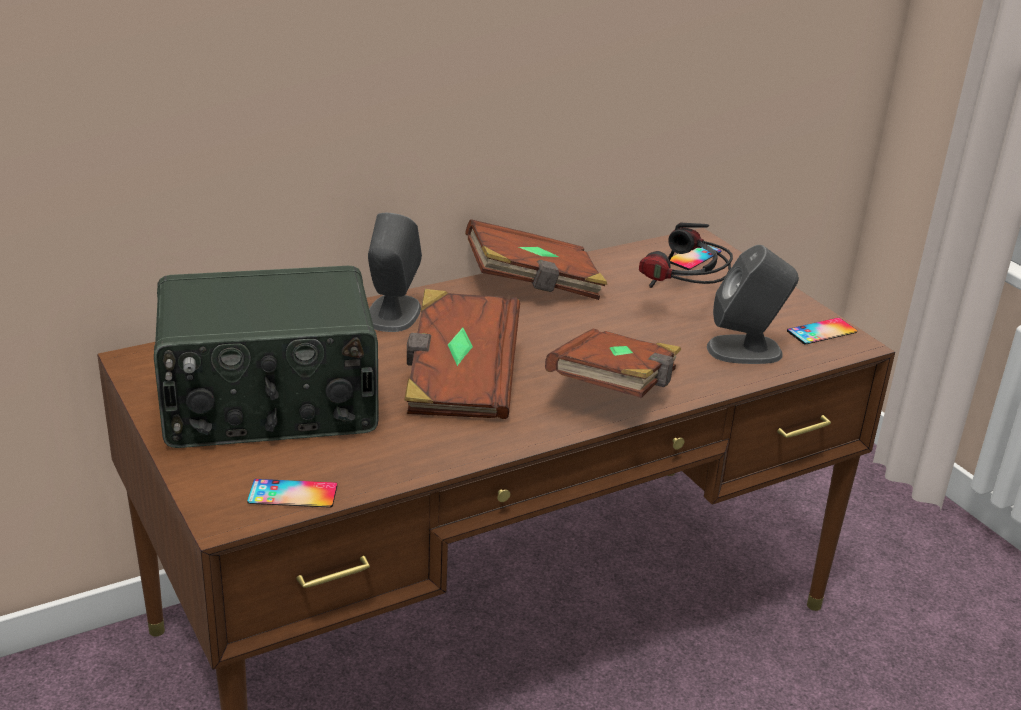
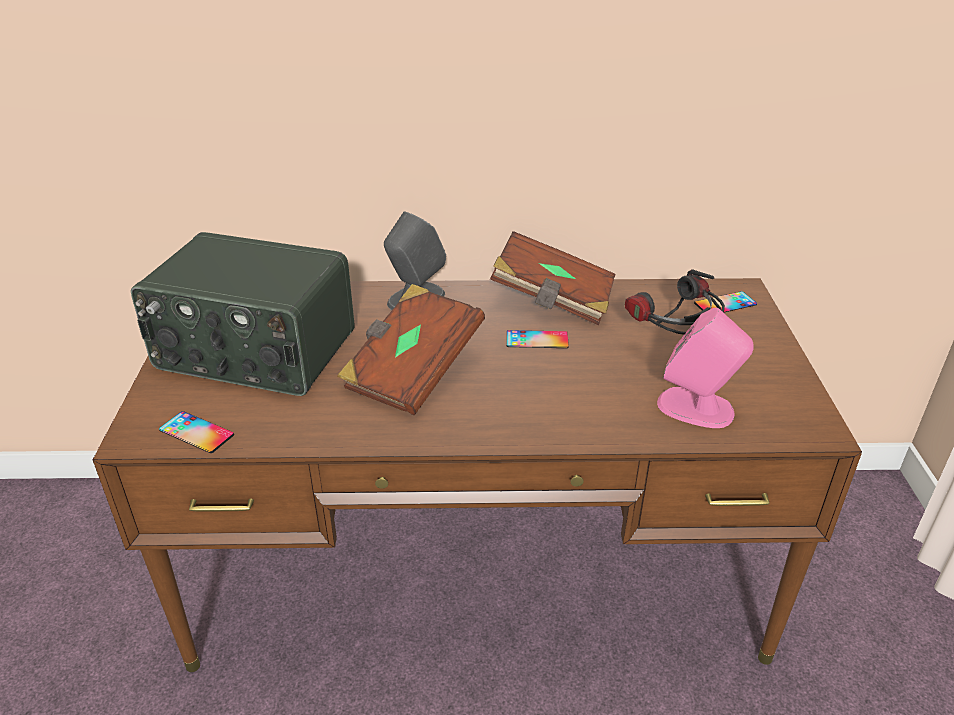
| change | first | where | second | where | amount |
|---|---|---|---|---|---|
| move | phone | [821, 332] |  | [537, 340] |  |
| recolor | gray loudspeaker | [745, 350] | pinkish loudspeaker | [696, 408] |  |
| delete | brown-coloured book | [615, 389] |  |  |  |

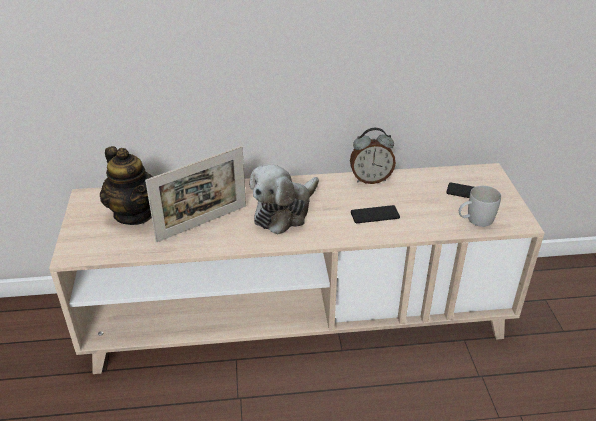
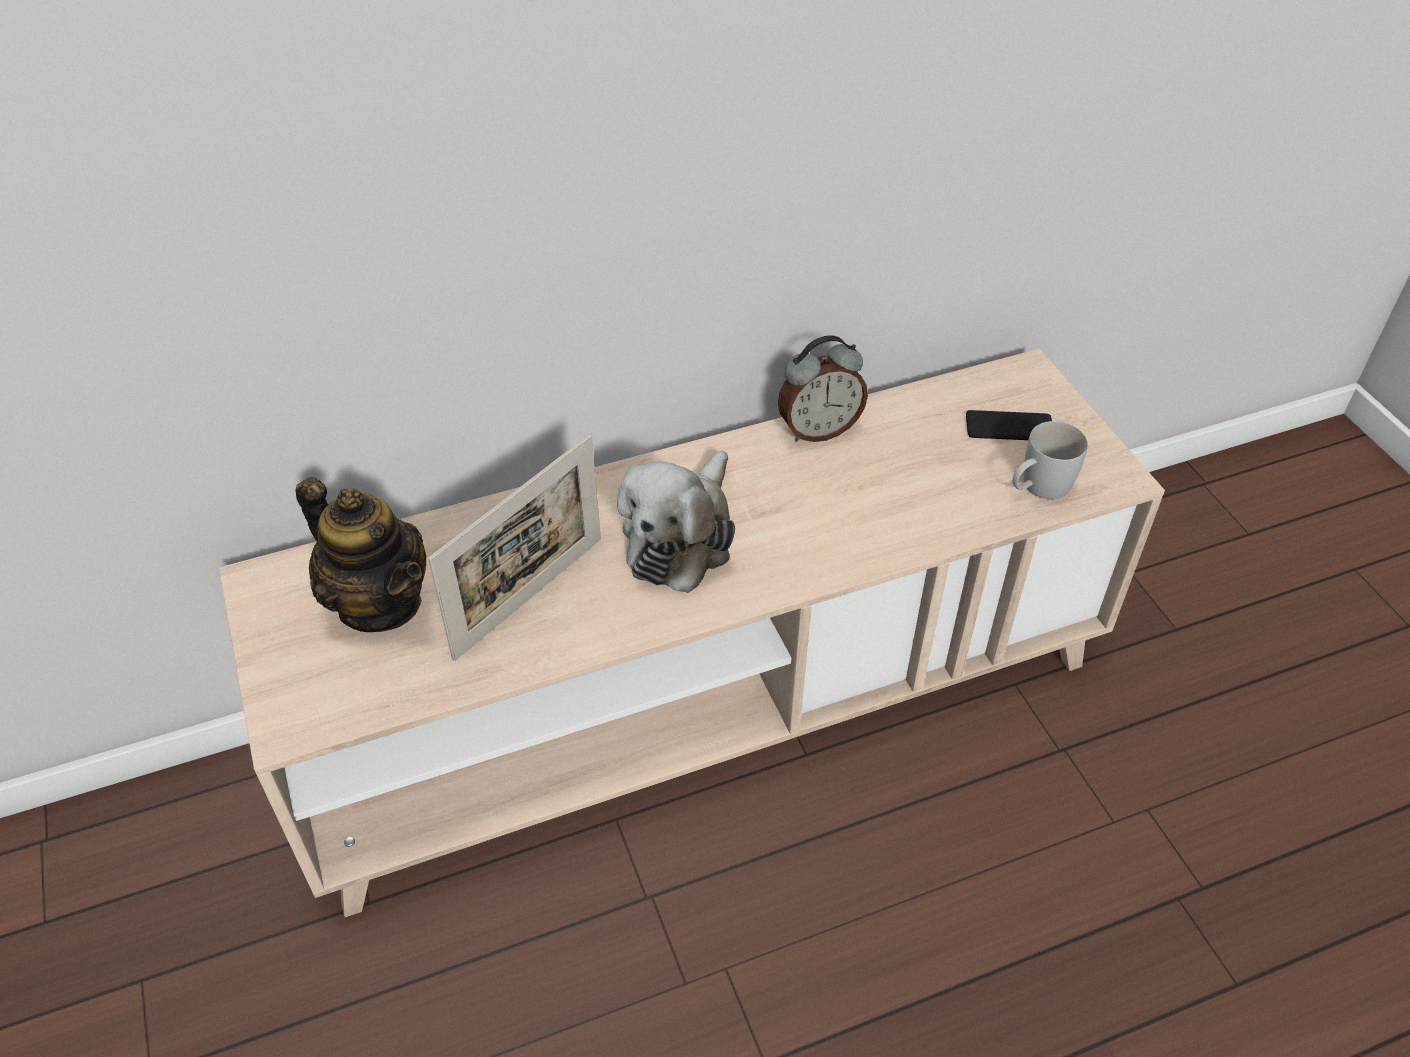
| change | first | where | second | where | amount |
|---|---|---|---|---|---|
| delete | phone | [375, 215] |  |  |  |

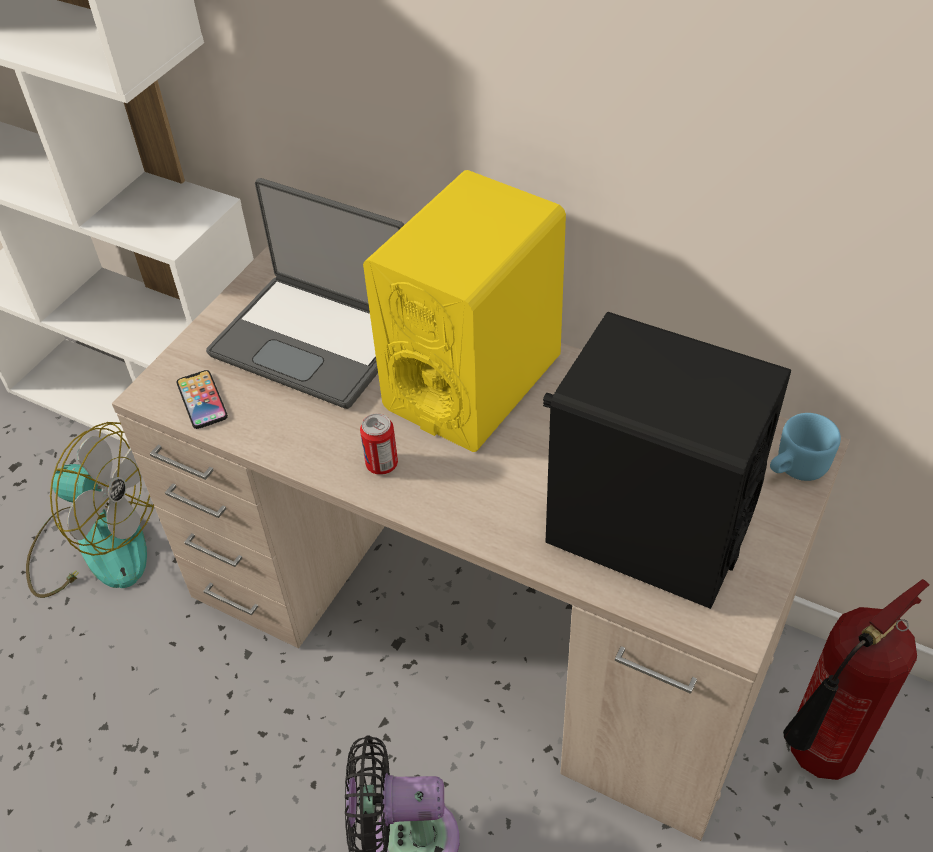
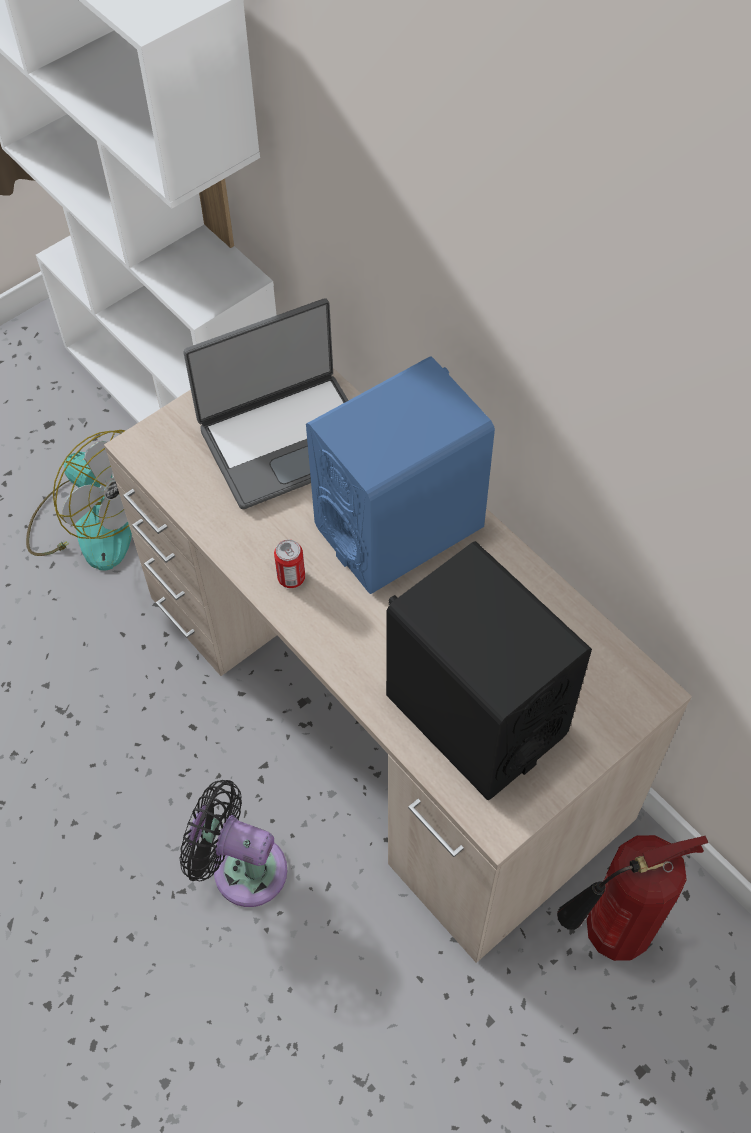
| change | first | where | second | where | amount |
|---|---|---|---|---|---|
| rotate | notebook computer | [314, 340] |  | [287, 439] | 75 degrees counterclockwise |
| recolor | yellow loudspeaker | [473, 382] | blue loudspeaker | [399, 527] |  |
| delete | phone | [202, 400] |  |  |  |
| delete | blue tea mug | [794, 468] |  |  |  |

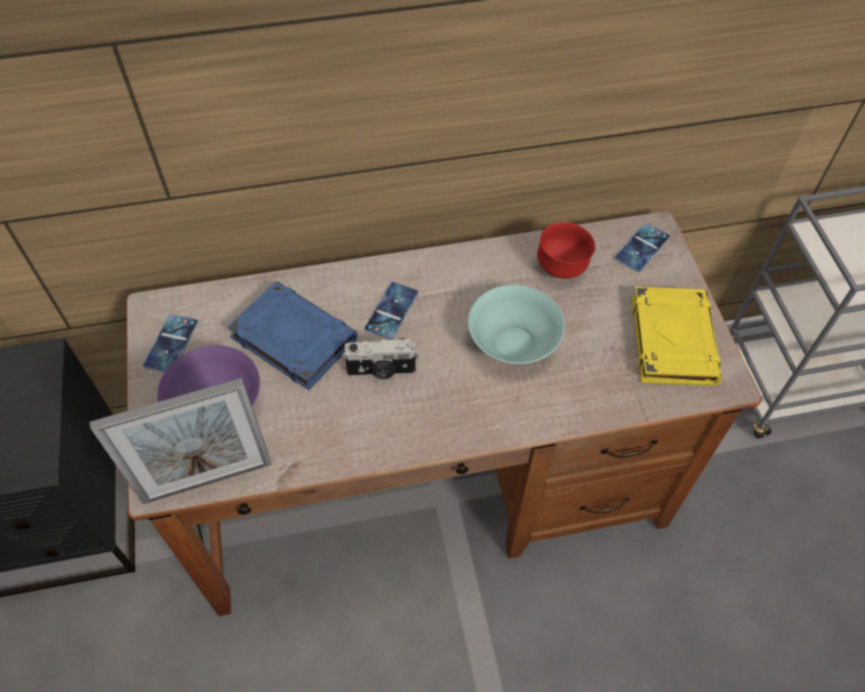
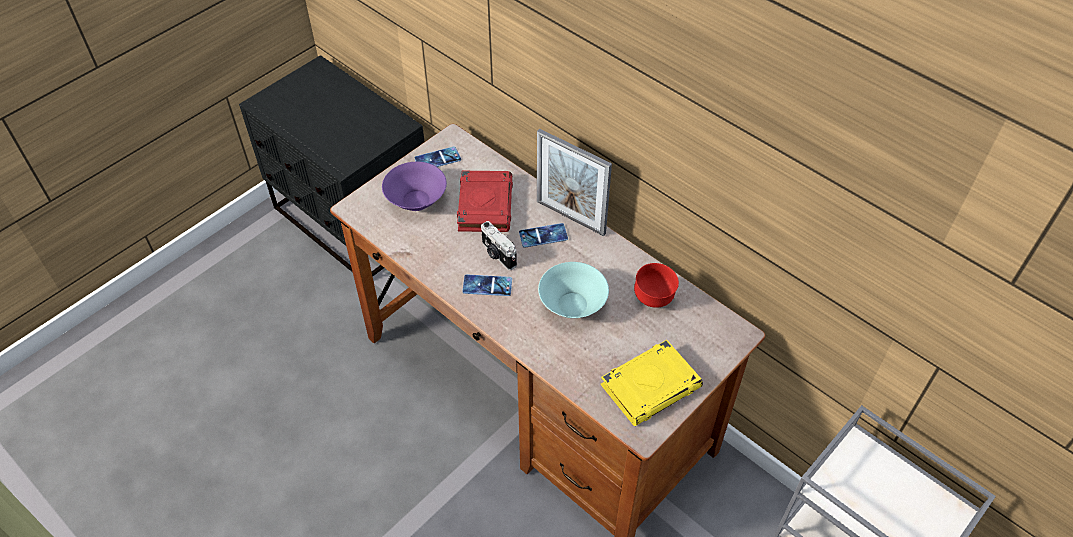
| change | first | where | second | where | amount |
|---|---|---|---|---|---|
| recolor | blue book | [292, 338] | reddish book | [484, 204] |  |
| move | phone | [642, 247] |  | [487, 285] |  |
| move | standing frame | [207, 481] |  | [570, 217] |  |

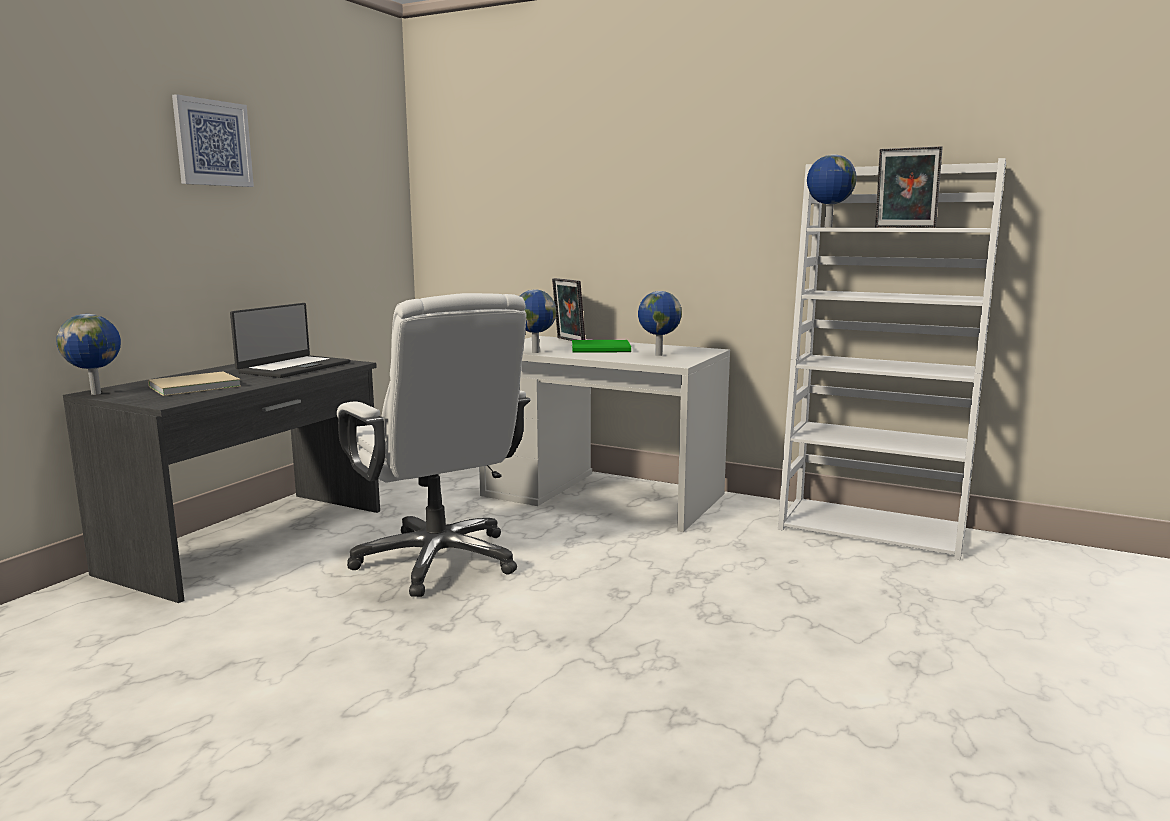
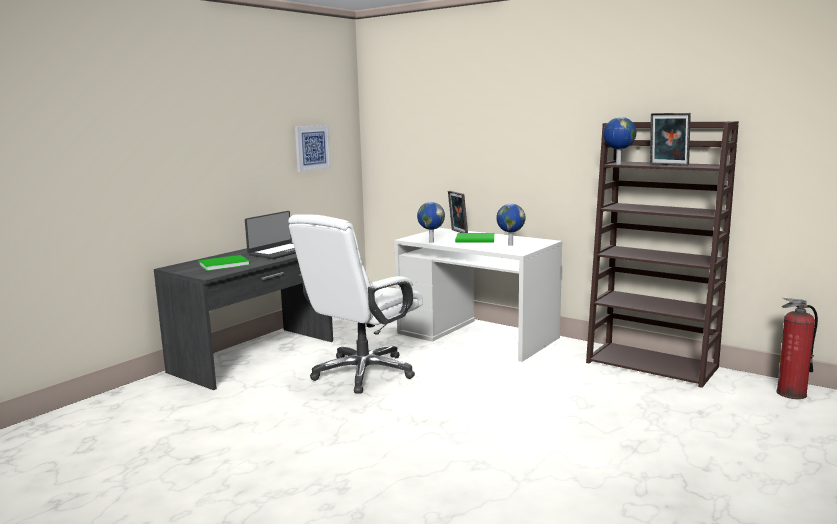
| change | first | where | second | where | amount |
|---|---|---|---|---|---|
| recolor | sand-coloured book | [191, 386] | green book | [222, 264] |  |
| rotate | white-coloured office chair | [438, 561] |  | [363, 373] | 60 degrees clockwise |
| move | wall art | [212, 143] |  | [312, 147] |  |
| recolor | white-coloured bookshelf | [874, 528] | brown-coloured bookshelf | [653, 364] |  |
| insert |  |  | fire extinguisher | [791, 393] |  |
| delete | globe | [97, 393] |  |  |  |

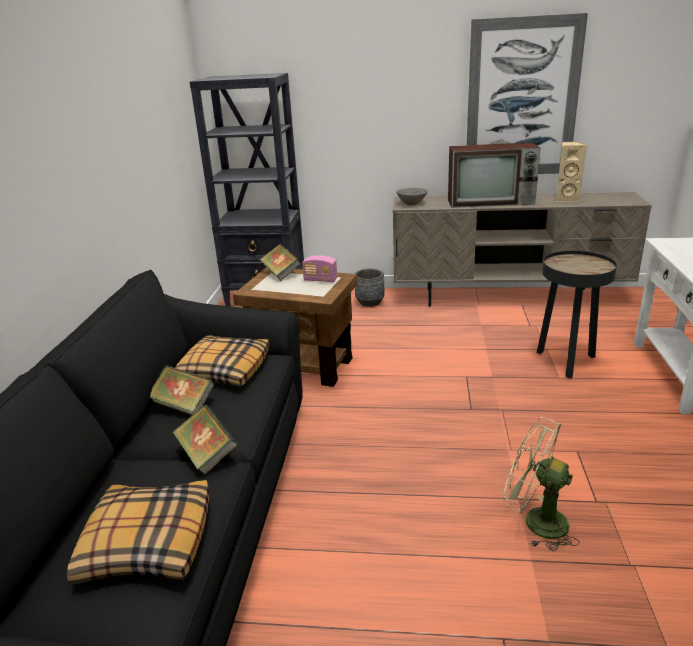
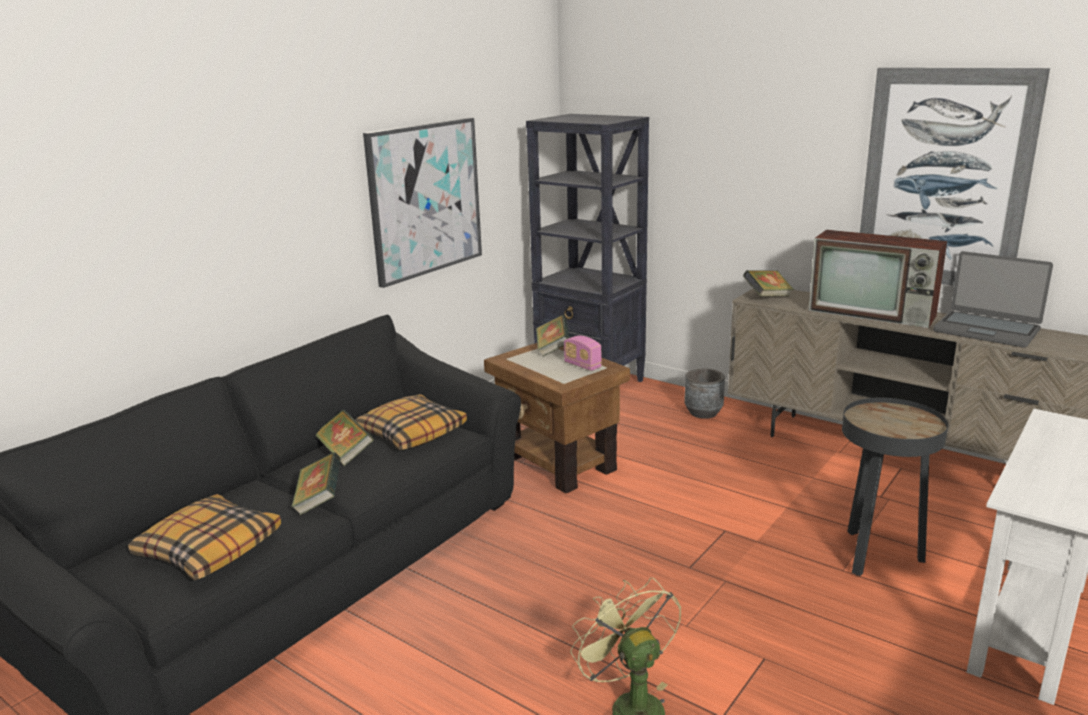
| change | first | where | second | where | amount |
|---|---|---|---|---|---|
| insert |  |  | wall art | [425, 199] |  |
| replace | gray bowl | [412, 204] | book | [767, 297] |  |
| replace | sand-coloured loudspeaker | [566, 199] | notebook computer | [986, 330] |  |

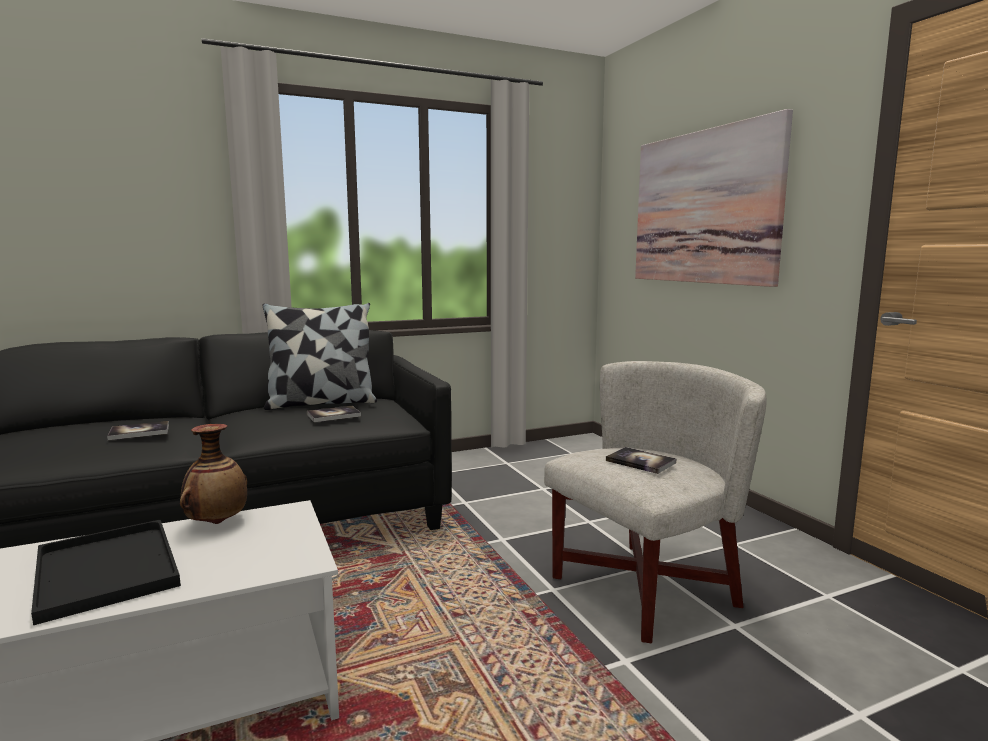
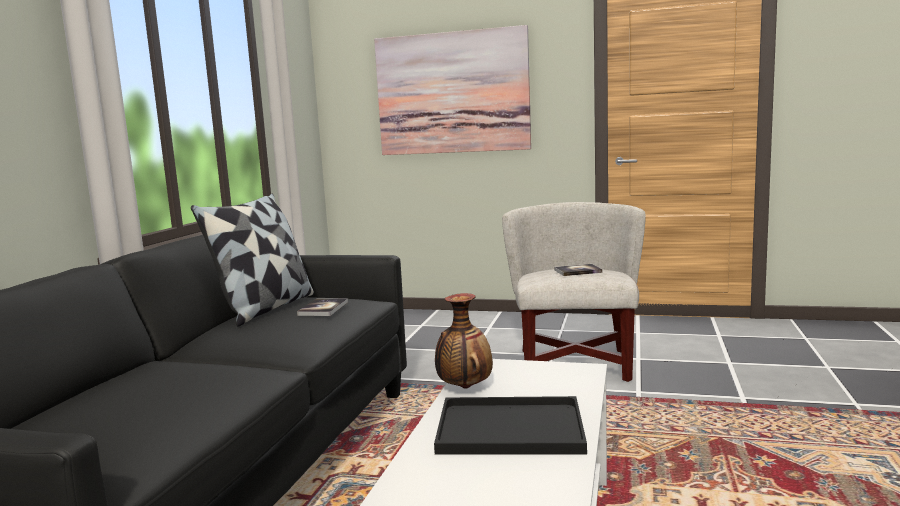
| change | first | where | second | where | amount |
|---|---|---|---|---|---|
| delete | book | [139, 432] |  |  |  |

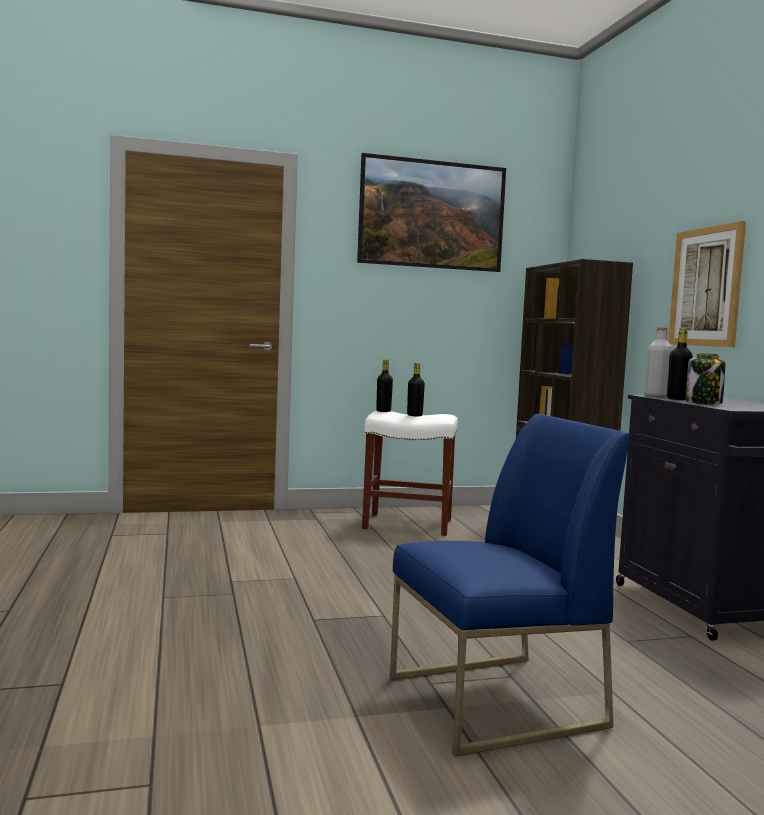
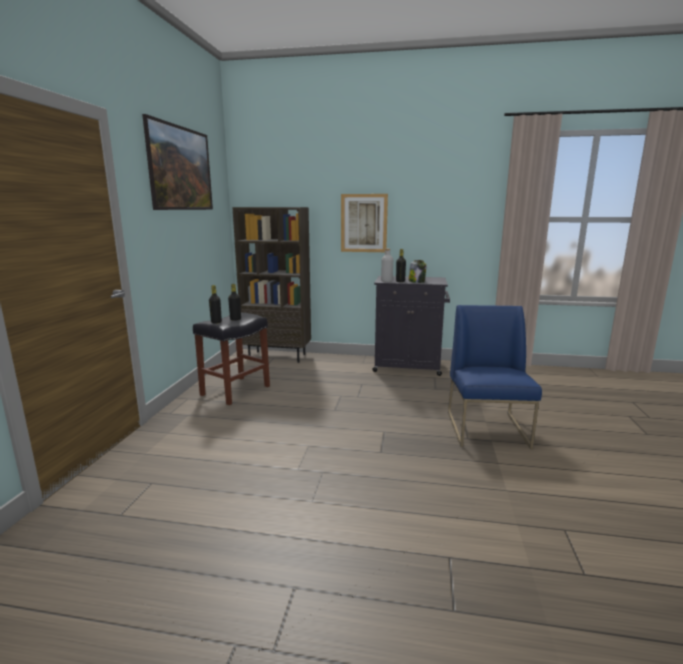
| change | first | where | second | where | amount |
|---|---|---|---|---|---|
| recolor | white-coloured sitting stool | [409, 524] | black sitting stool | [236, 390] |  |

